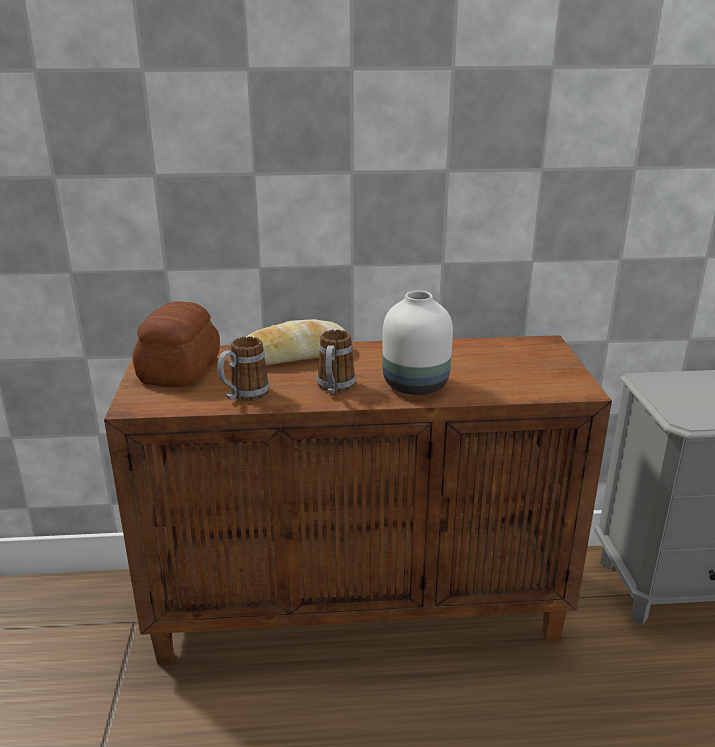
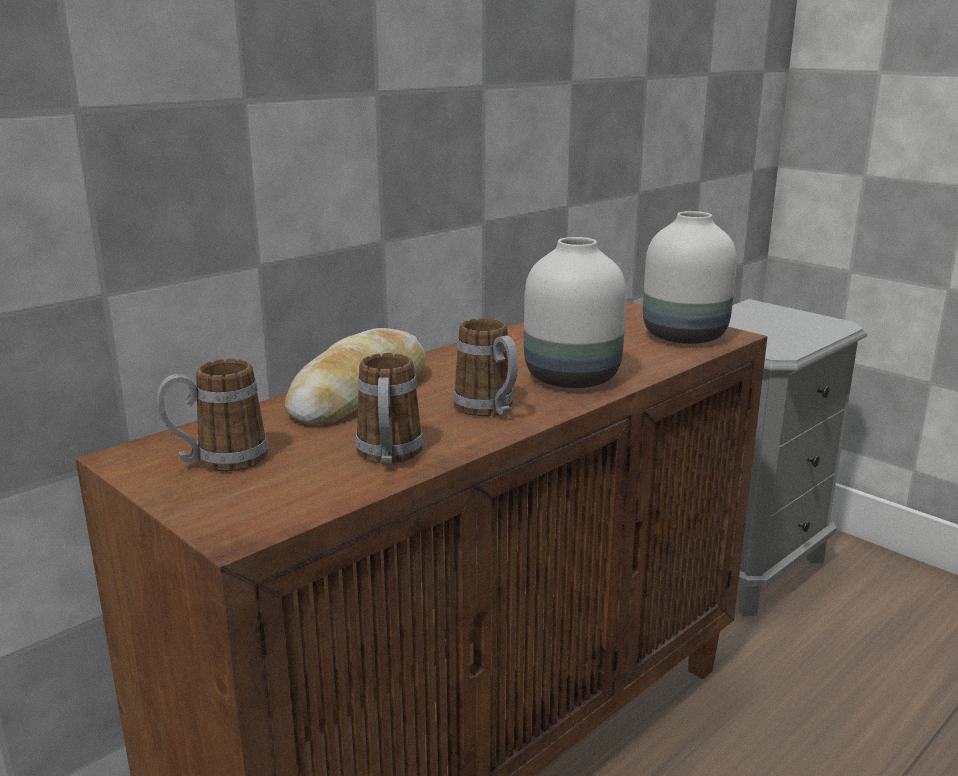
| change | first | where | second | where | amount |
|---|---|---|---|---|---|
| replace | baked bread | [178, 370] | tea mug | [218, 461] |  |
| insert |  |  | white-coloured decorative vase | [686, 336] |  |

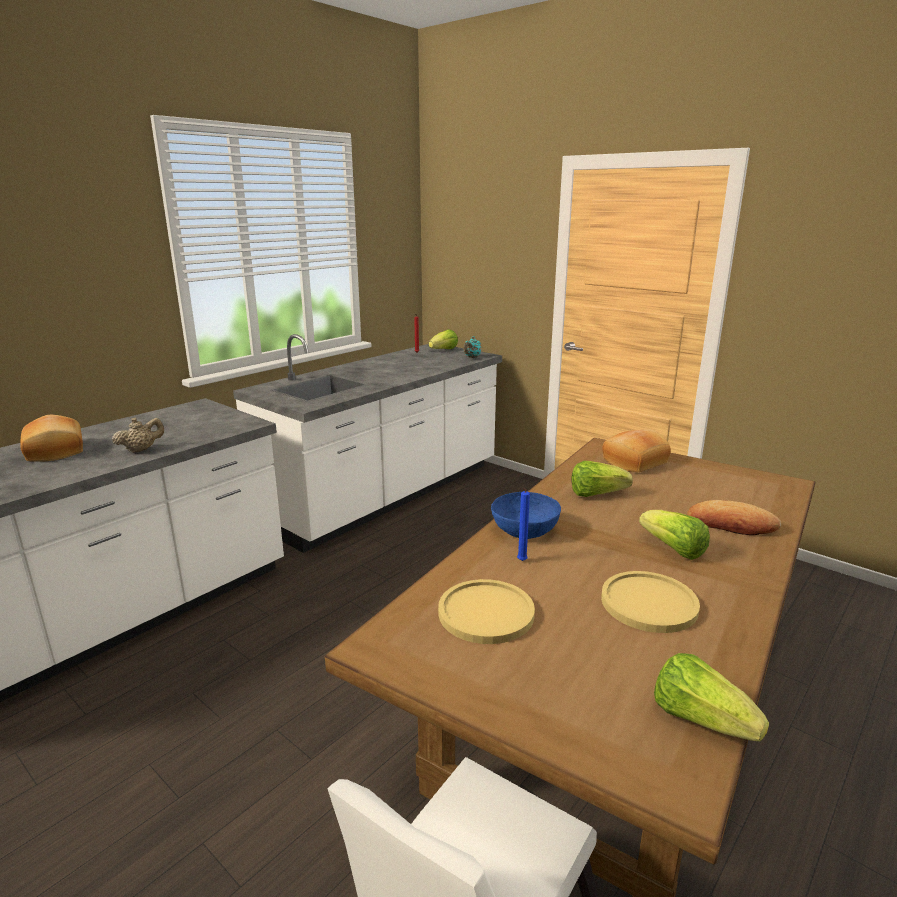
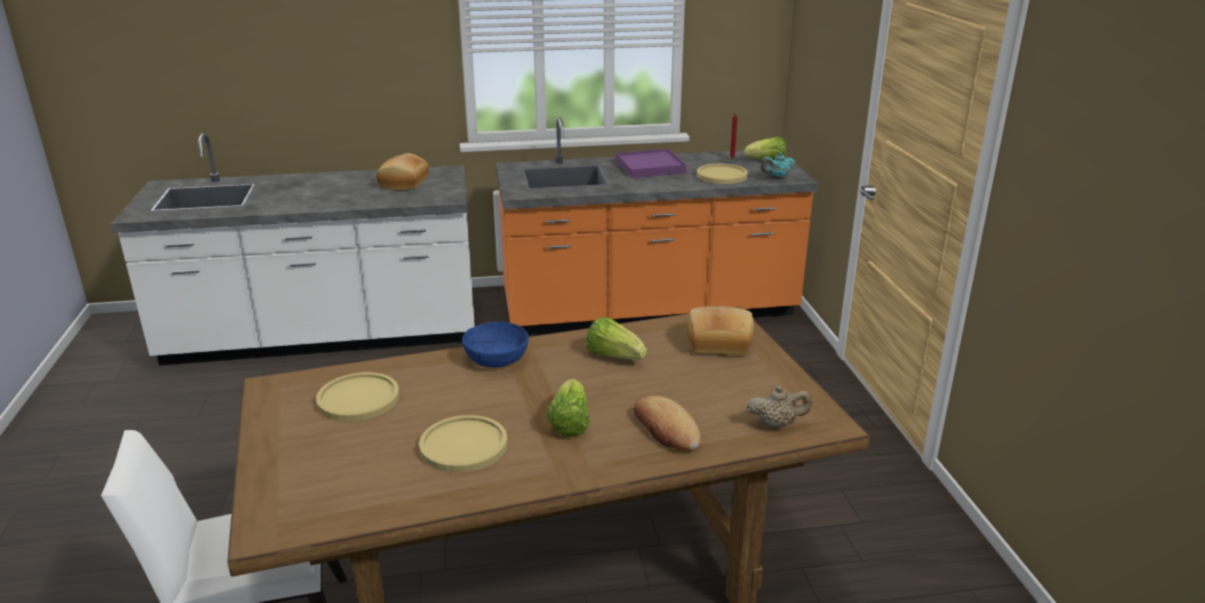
| change | first | where | second | where | amount |
|---|---|---|---|---|---|
| move | baked bread | [57, 451] |  | [405, 183] |  |
| recolor | white-coloured counter | [386, 495] | orangey counter | [648, 310] |  |
| insert |  |  | purple tray | [650, 167] |  |
| insert |  |  | yellow flat dish | [722, 175] |  |
| move | sand-coloured pot for tea | [141, 450] |  | [777, 424] |  |
| delete | blue wax candle | [521, 561] |  |  |  |
| delete | lettuce head | [700, 719] |  |  |  |

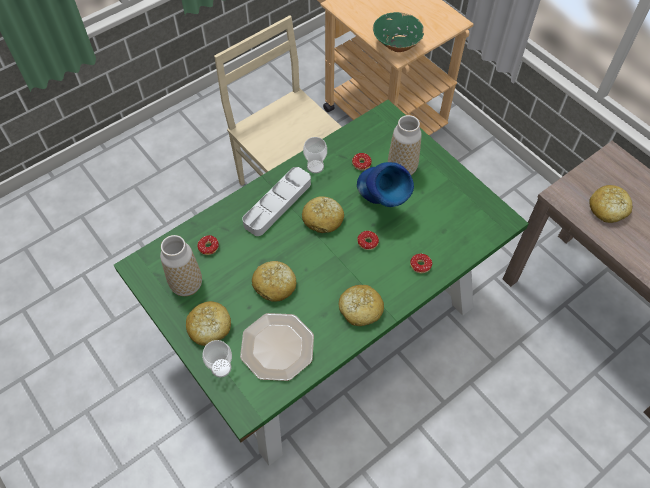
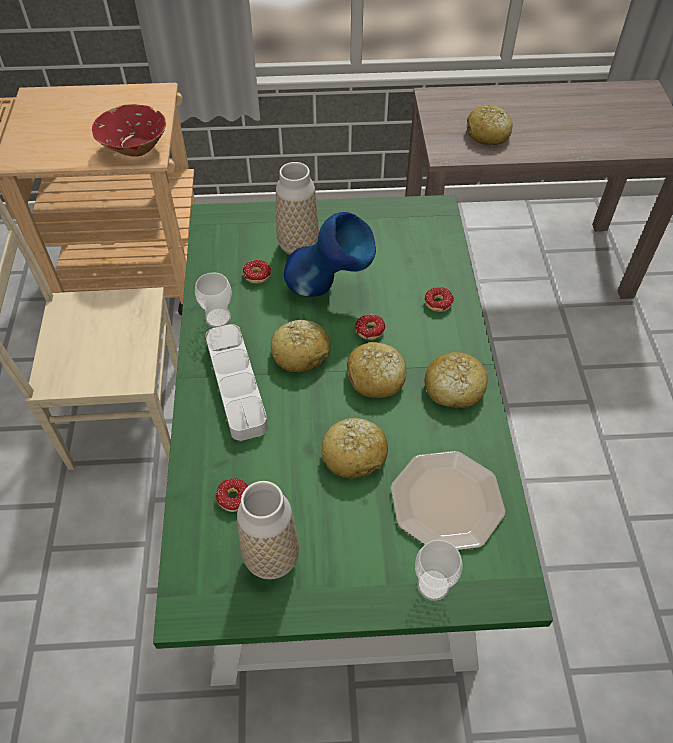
| change | first | where | second | where | amount |
|---|---|---|---|---|---|
| recolor | green bowl | [397, 44] | reddish bowl | [135, 148] |  |
| move | baked bread | [209, 327] |  | [376, 378] |  |

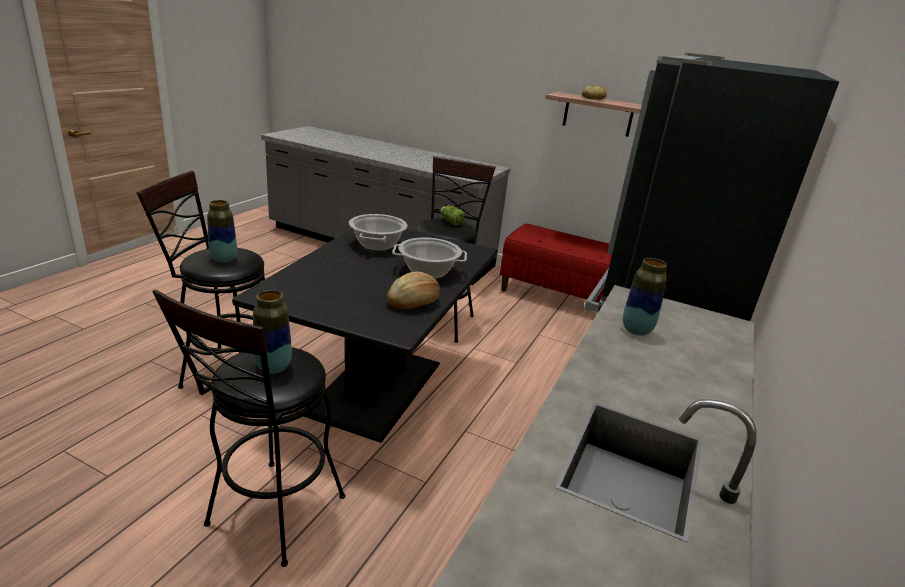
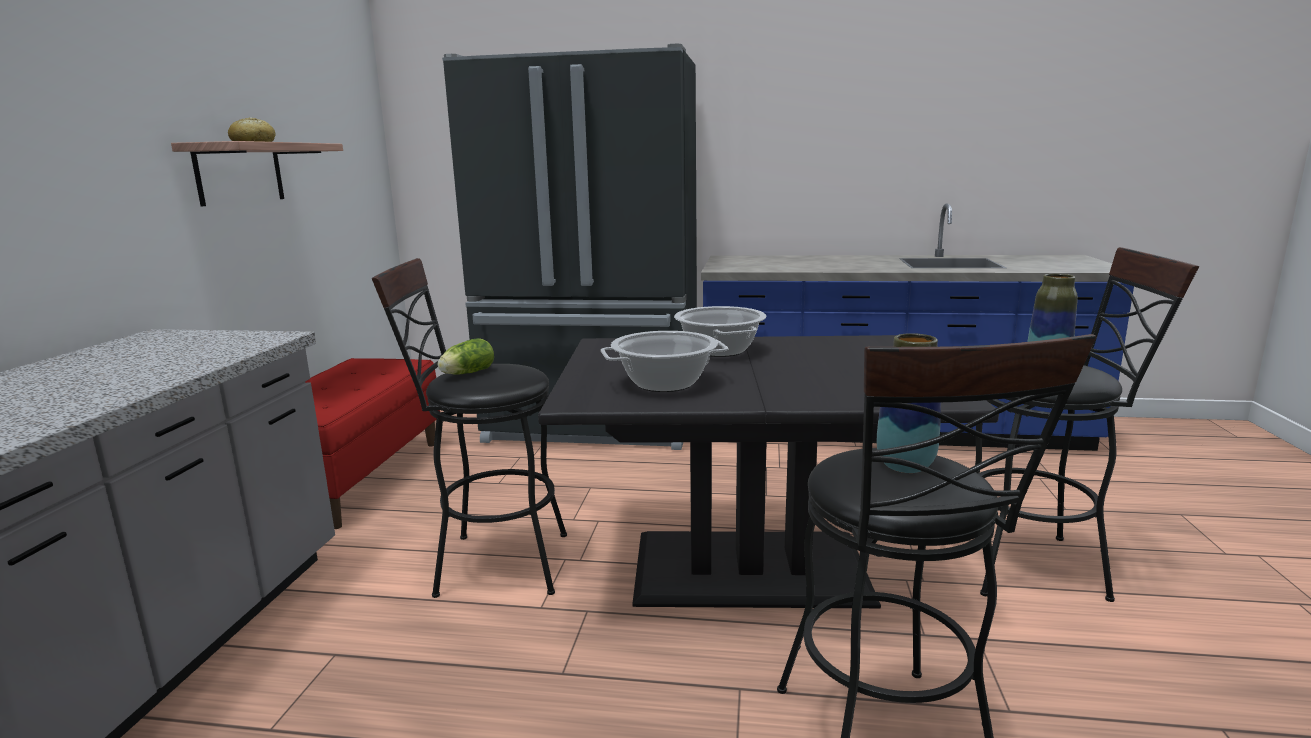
| change | first | where | second | where | amount |
|---|---|---|---|---|---|
| delete | baked bread | [414, 302] |  |  |  |
| delete | decorative vase | [636, 330] |  |  |  |

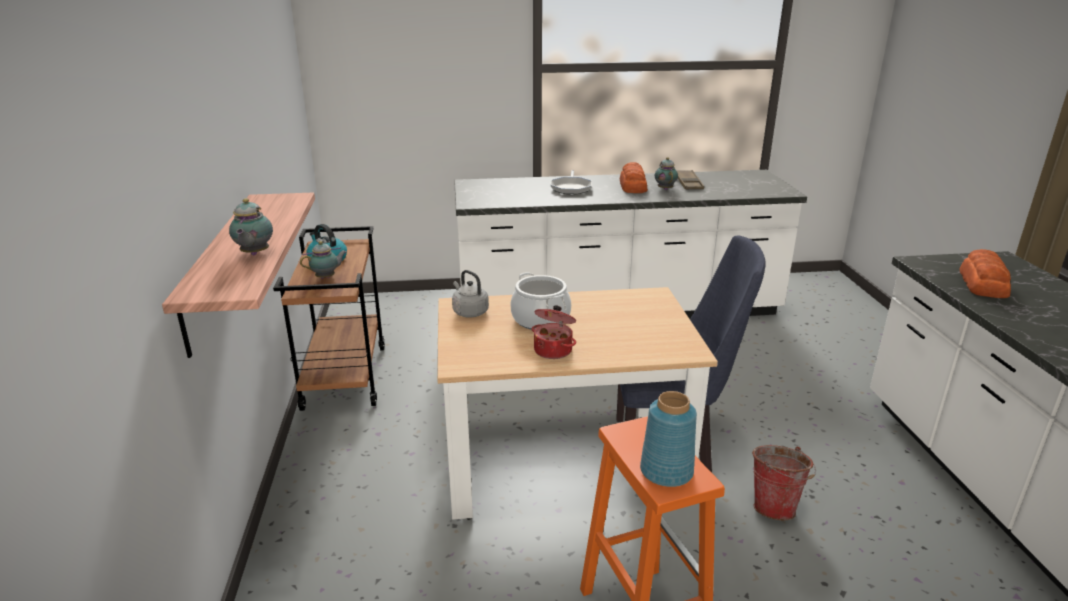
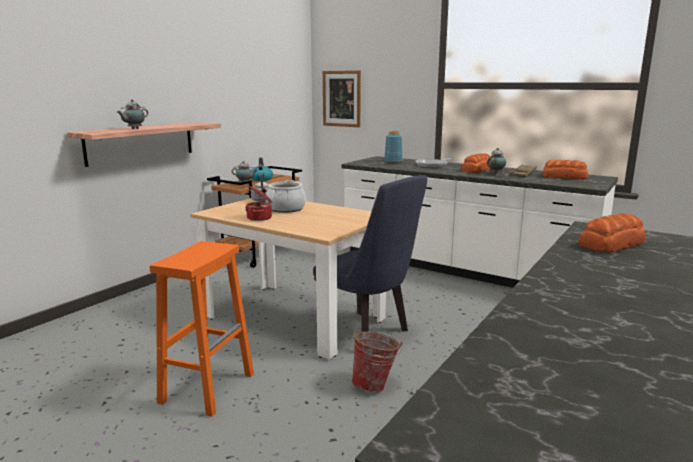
| change | first | where | second | where | amount |
|---|---|---|---|---|---|
| insert |  |  | wall art | [341, 98] |  |
| move | blue decorative vase | [666, 471] |  | [393, 161] |  |
| insert |  |  | baked bread | [565, 177] |  |

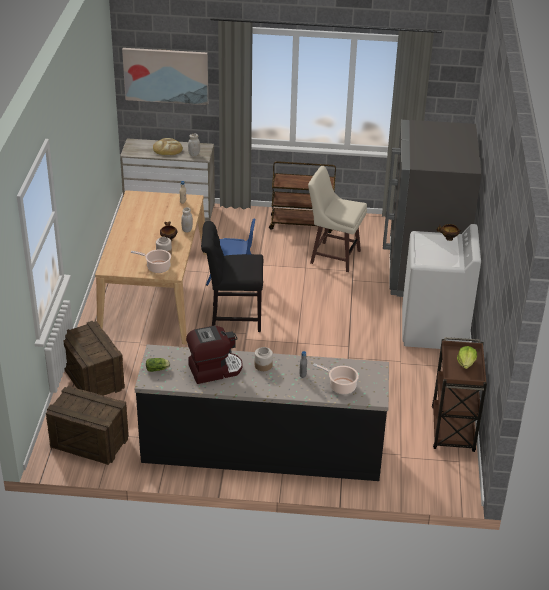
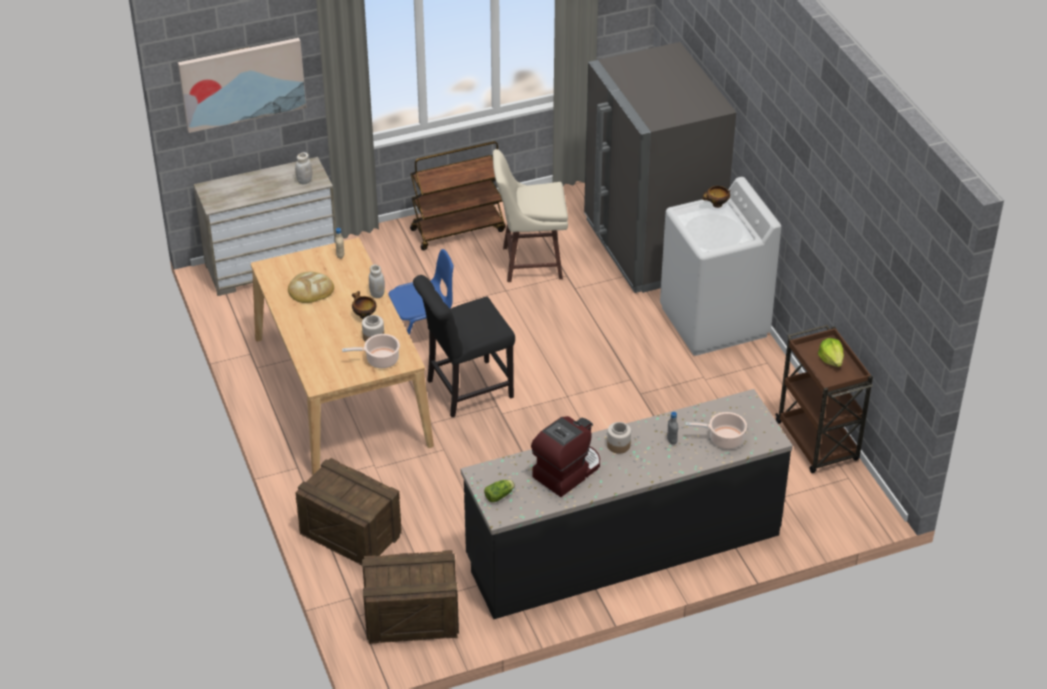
| change | first | where | second | where | amount |
|---|---|---|---|---|---|
| move | baked bread | [167, 149] |  | [310, 290] |  |

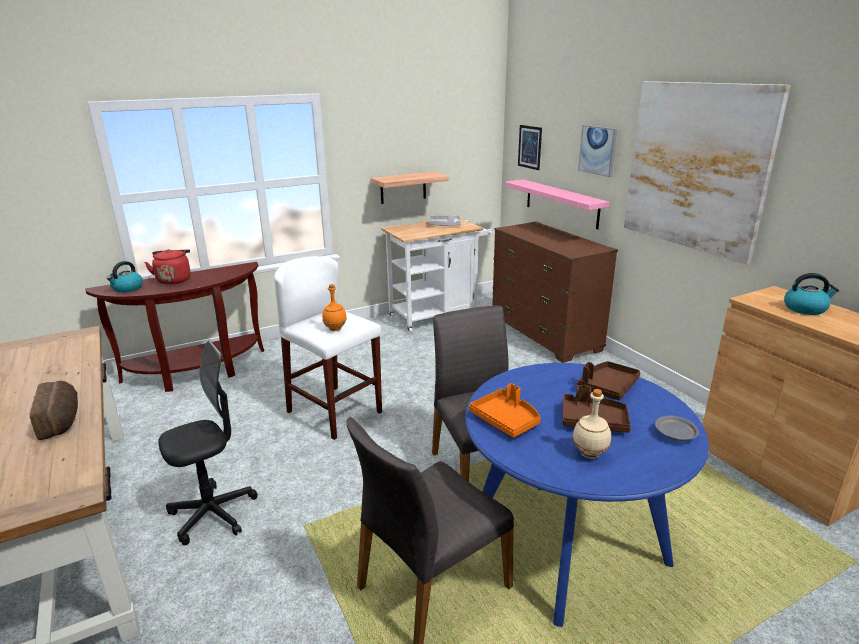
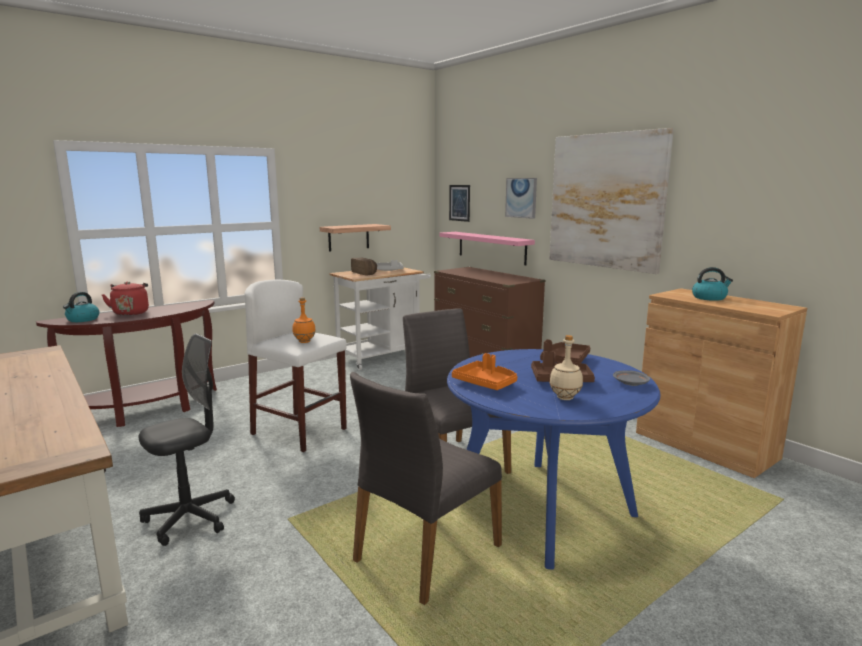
| change | first | where | second | where | amount |
|---|---|---|---|---|---|
| move | baked bread | [62, 421] |  | [365, 273] |  |

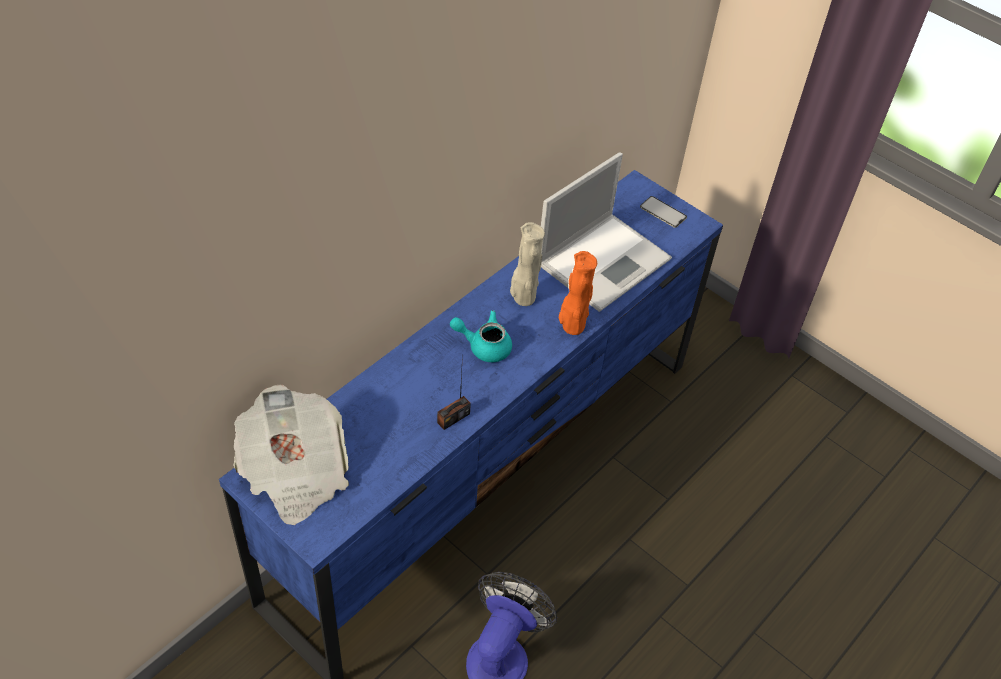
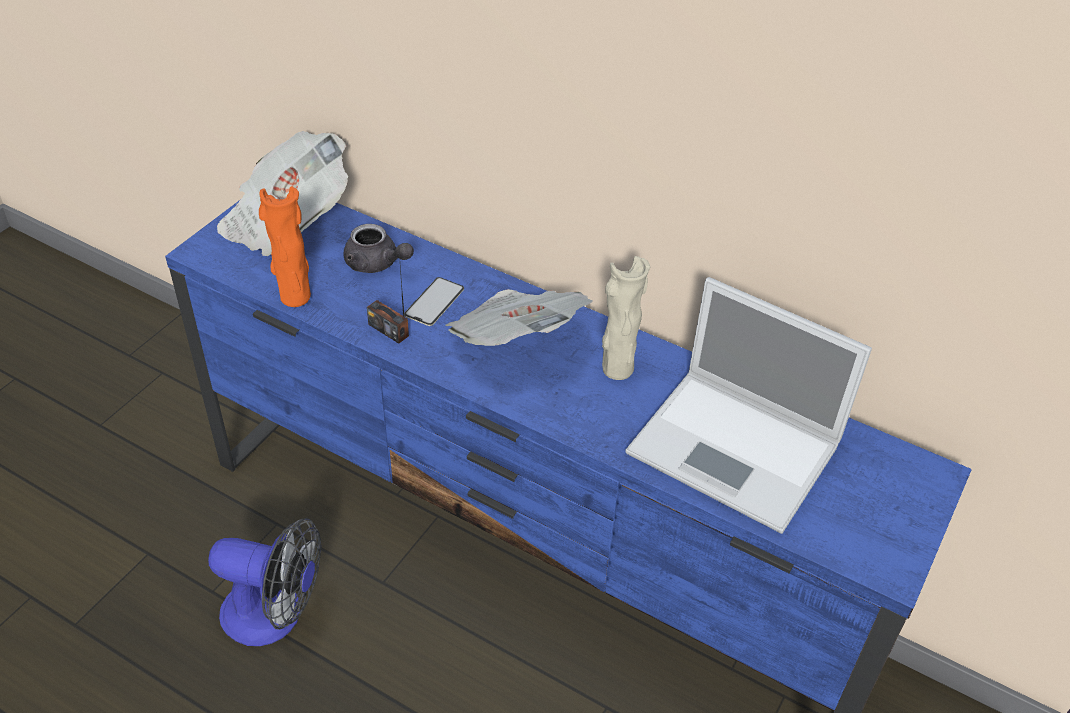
| change | first | where | second | where | amount |
|---|---|---|---|---|---|
| move | orangey decorative vase | [572, 327] |  | [295, 296] |  |
| insert |  |  | gray pot for tea | [376, 264] |  |
| move | phone | [663, 212] |  | [434, 302] |  |
| replace | turquoise-coloured pot for tea | [484, 346] | newspaper | [516, 341] |  |

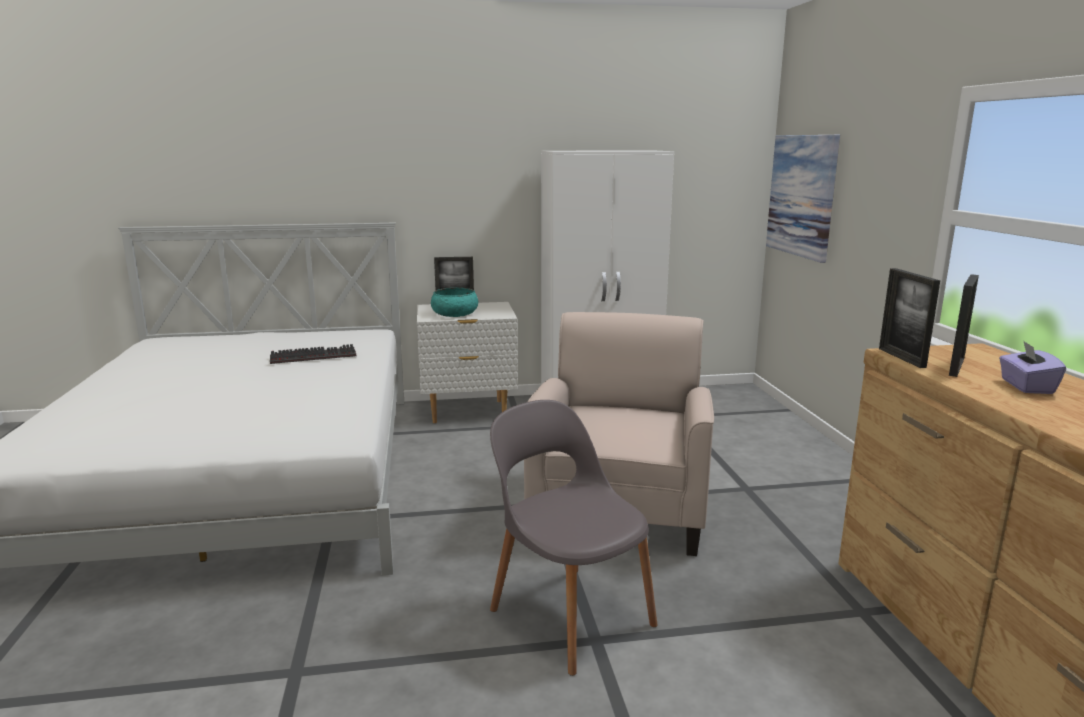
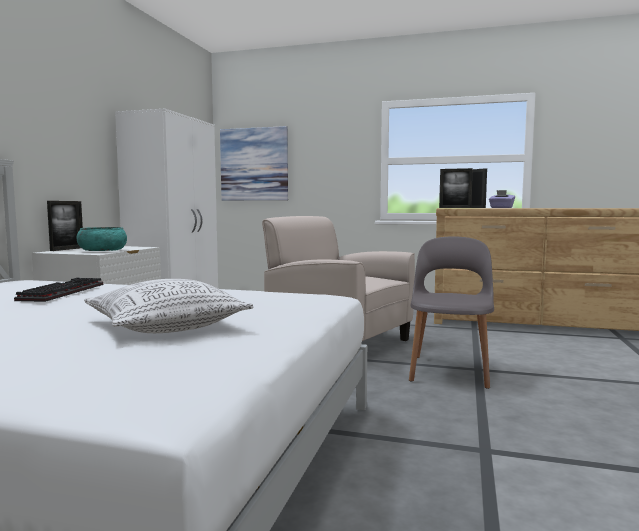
| change | first | where | second | where | amount |
|---|---|---|---|---|---|
| insert |  |  | cushion | [167, 327] |  |
| rotate | gray upright chair | [569, 614] |  | [450, 370] | 120 degrees clockwise |

